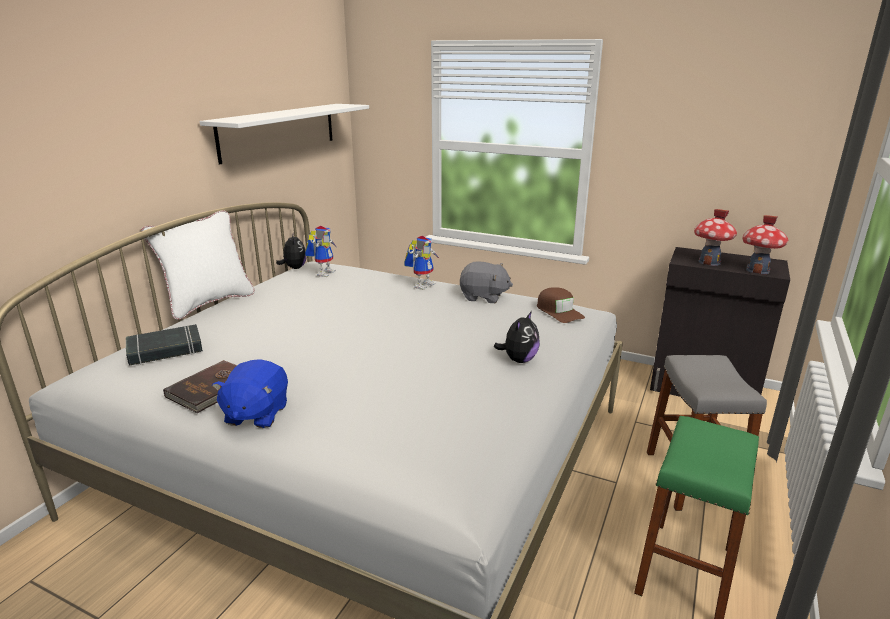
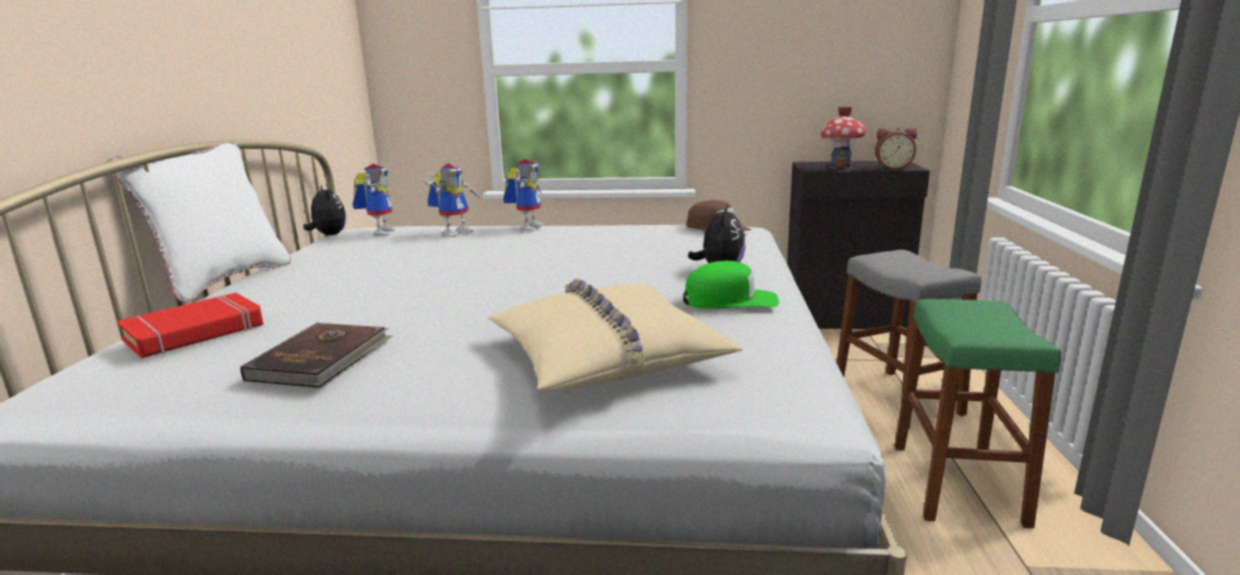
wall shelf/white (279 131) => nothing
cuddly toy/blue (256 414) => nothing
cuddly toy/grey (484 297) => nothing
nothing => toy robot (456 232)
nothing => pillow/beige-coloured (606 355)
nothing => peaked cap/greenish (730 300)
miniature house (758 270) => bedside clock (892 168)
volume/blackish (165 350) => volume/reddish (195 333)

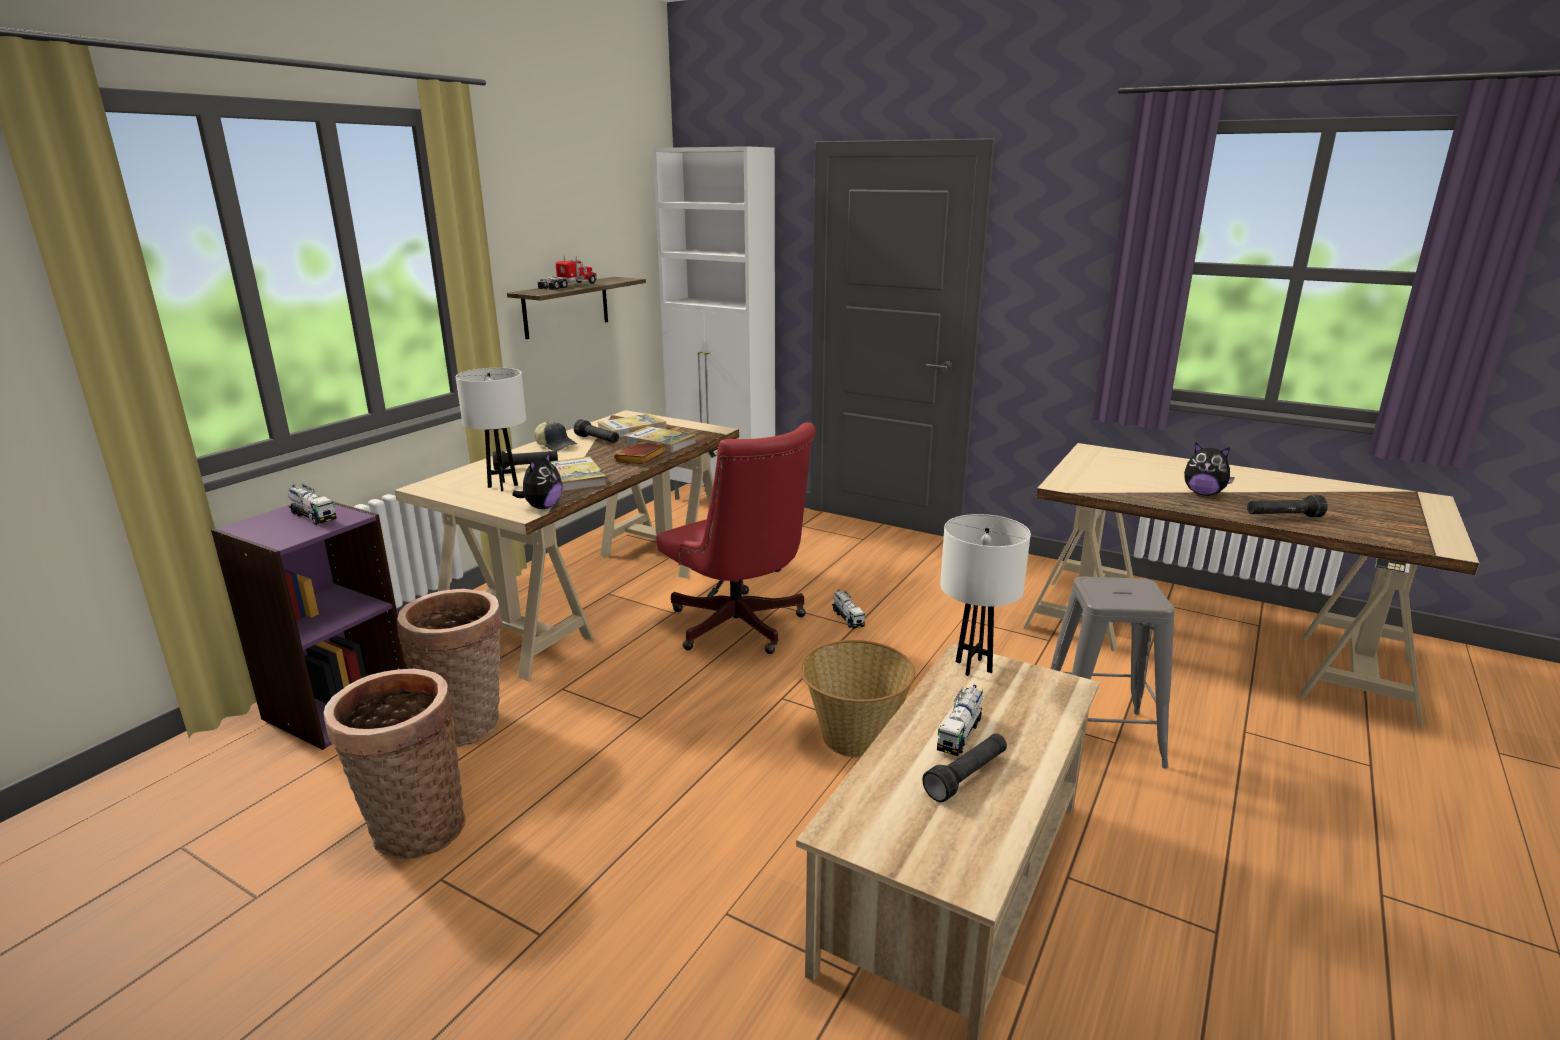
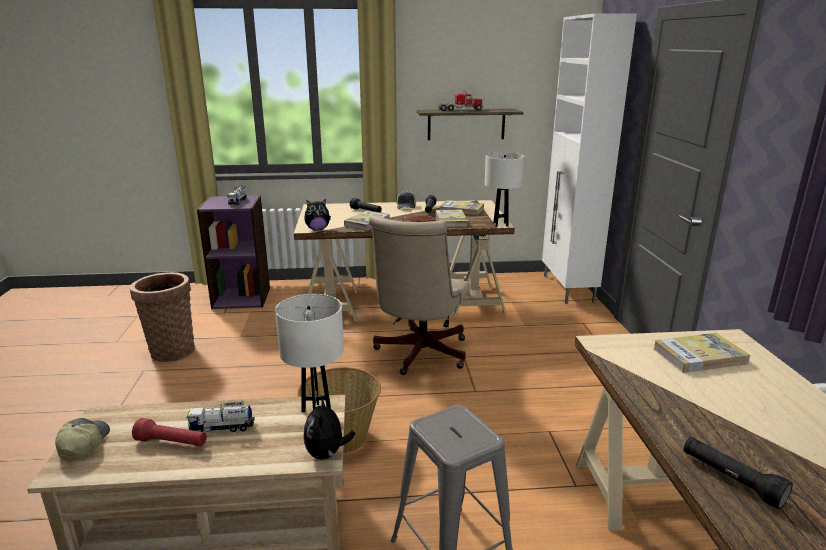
basket (466 723) => nothing
toy truck (847 618) => nothing
nothing => peaked cap (83 443)
nothing => volume (699 356)
table lamp/white (503 486) => table lamp/white (501 224), moved
cuddly toy (1203 493) => cuddly toy (327 454), moved
computer chair/reddish (740 628) => computer chair/beige-coloured (419 355)
flashlight/blackish (966 776) => flashlight/reddish (172 443)

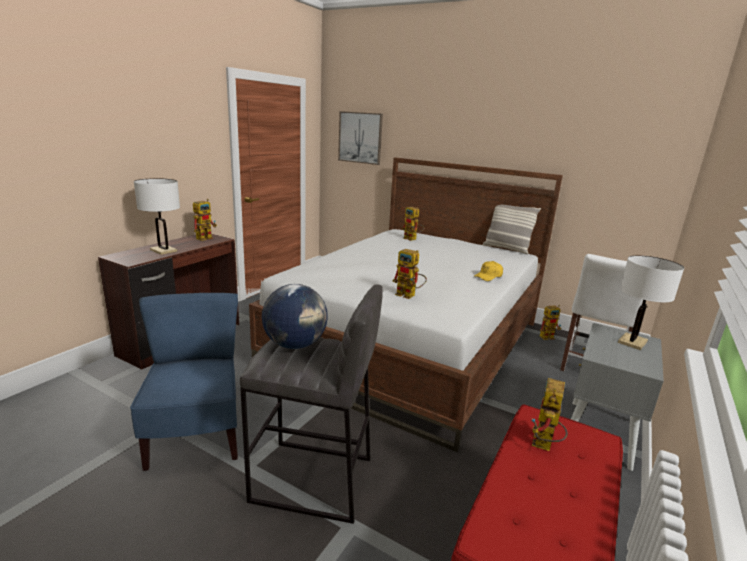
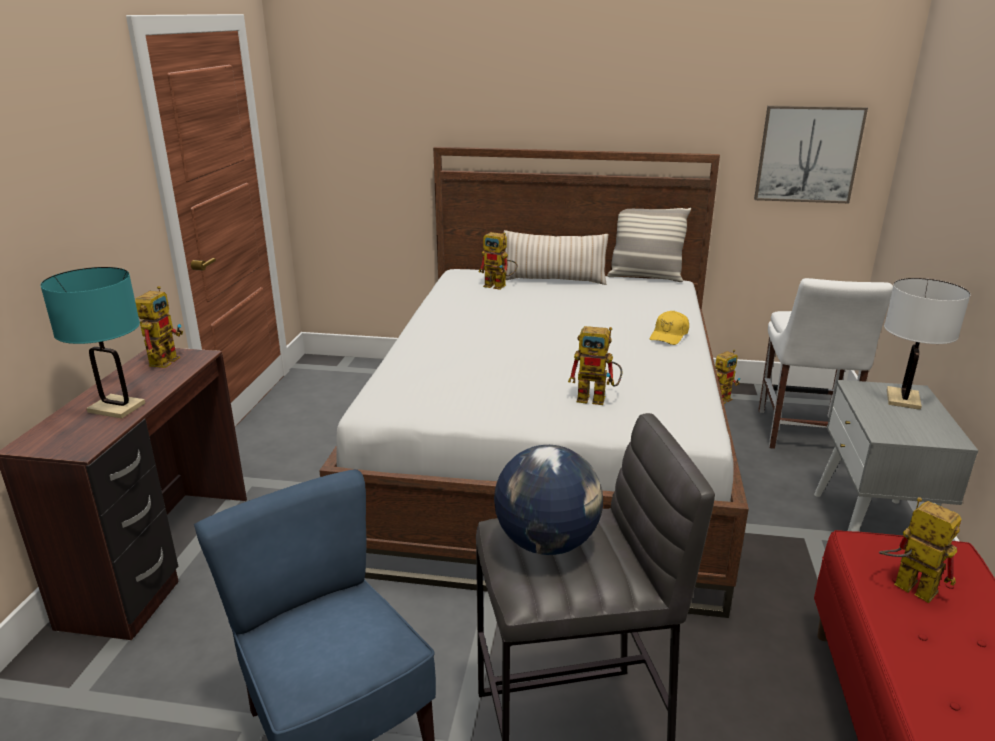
nothing => pillow/beige-coloured (553 280)
wall art (360 137) => wall art (808 154), moved
table lamp/white (163 250) => table lamp/turquoise-coloured (116 408)
toy robot (544 446) => toy robot (905 586), 135 degrees clockwise

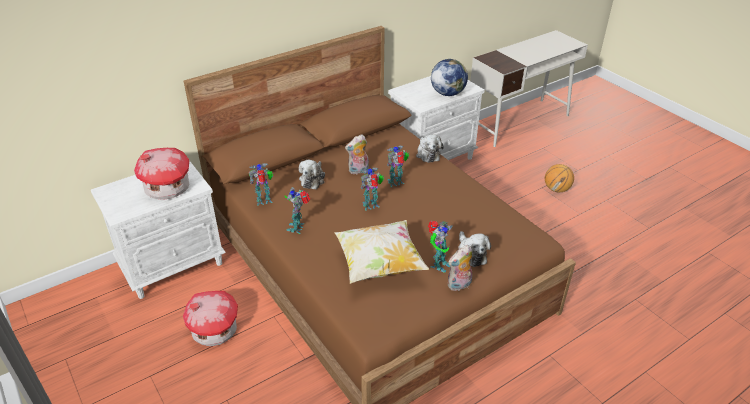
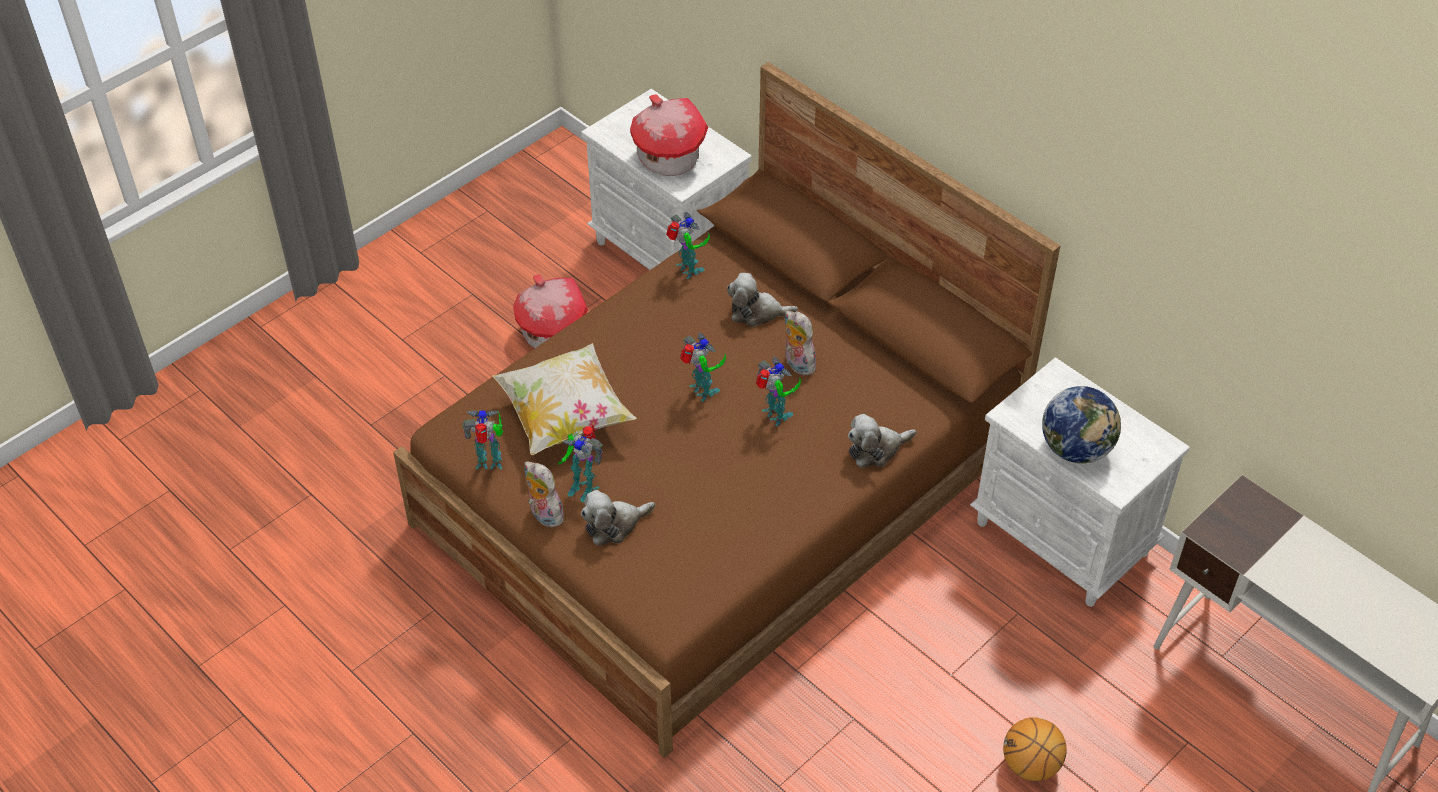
toy robot (298 227) => toy robot (490 463), moved

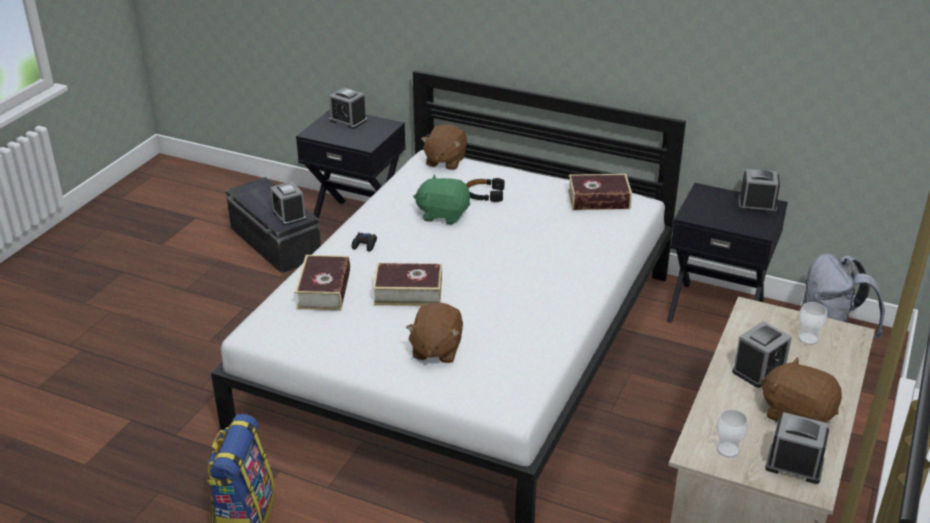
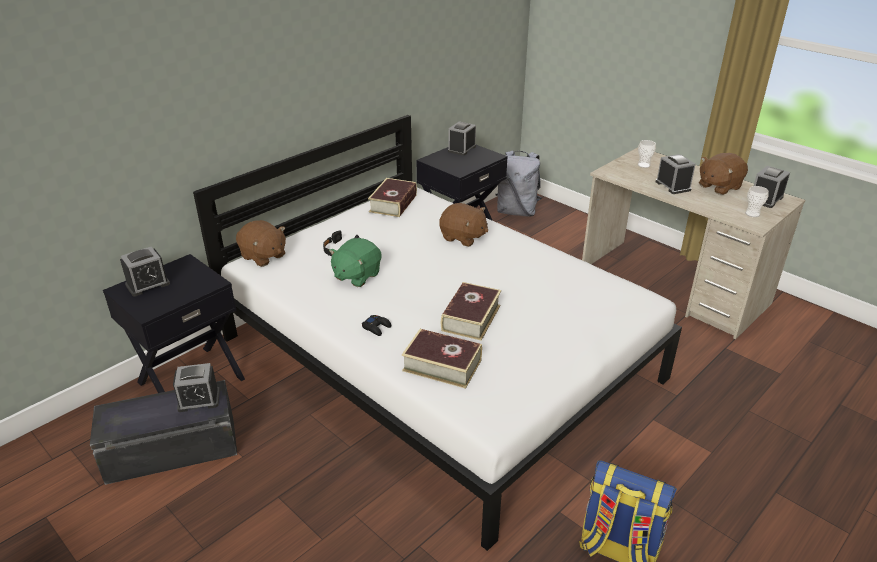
cuddly toy/brown-coloured (436 349) => cuddly toy/brown-coloured (463 237), moved

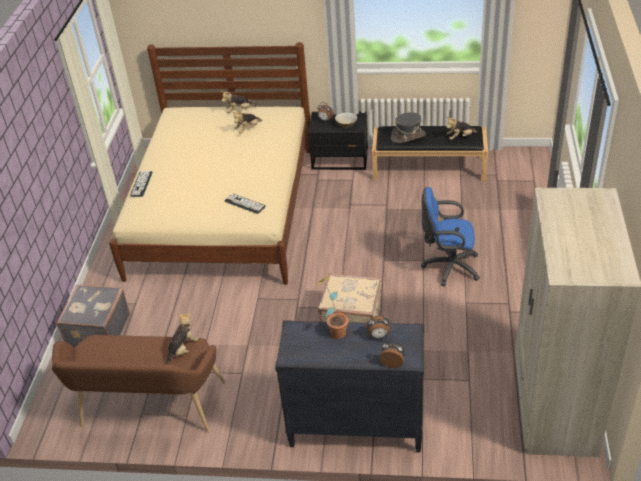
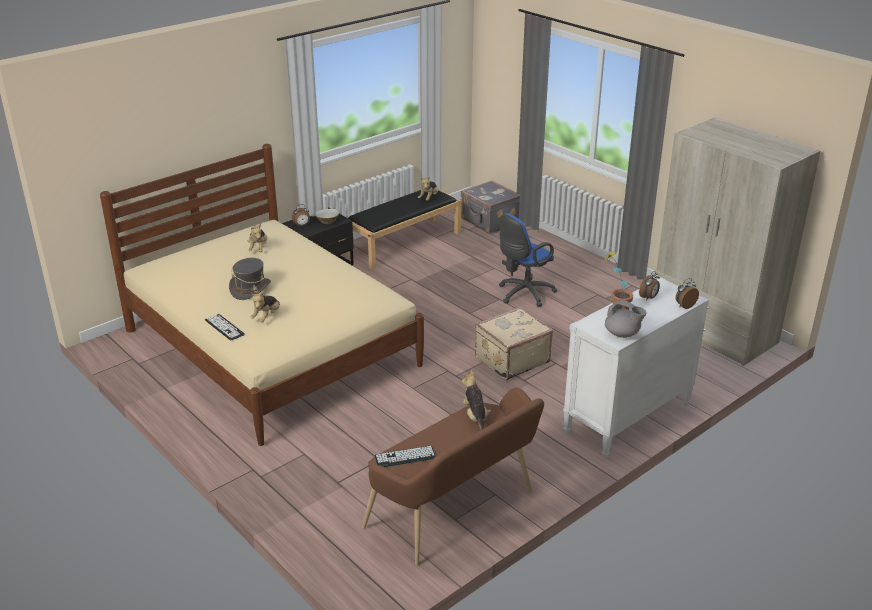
nothing => tea pot/grey (622 334)
suitcase/grey (97 331) => suitcase/grey (490 222), moved
cuddly toy (239 111) => cuddly toy (267 317), moved
computer keyboard (245 204) => computer keyboard (405 457), moved
wearable hat/grey (408 136) => wearable hat/grey (250 289), moved
drawer chest/blackish (355 428) => drawer chest/white (627 418)

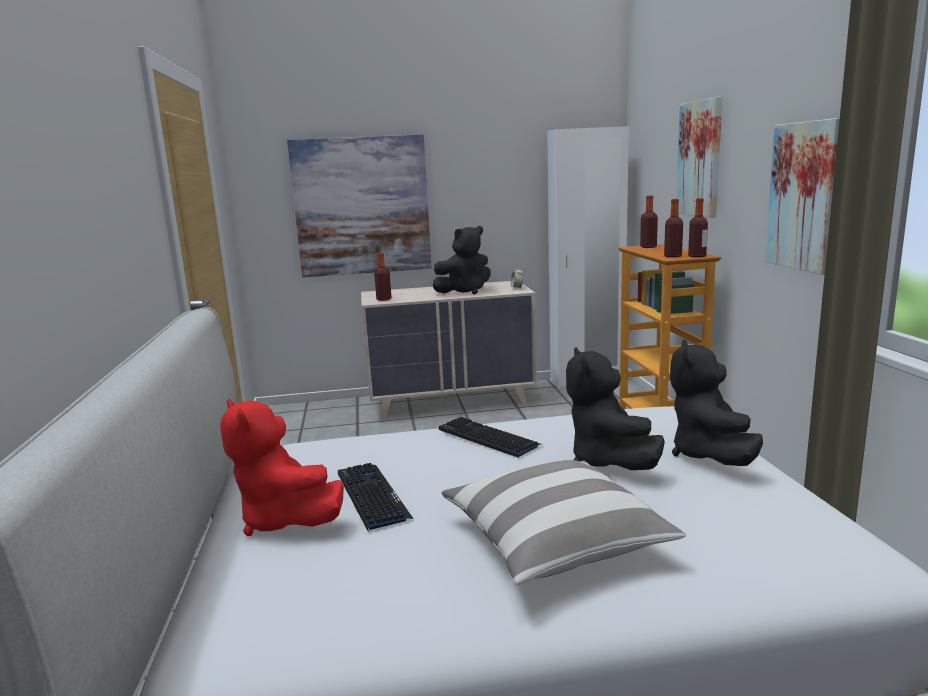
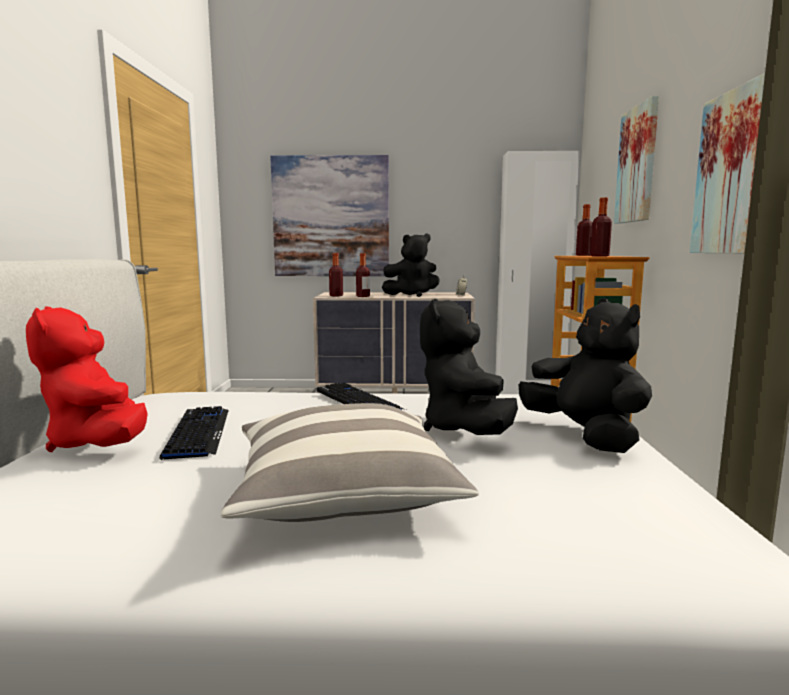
drink bottle (697 256) => drink bottle (363 296), moved
cuddly toy/blackish (710 455) => cuddly toy/blackish (585 436), 135 degrees clockwise

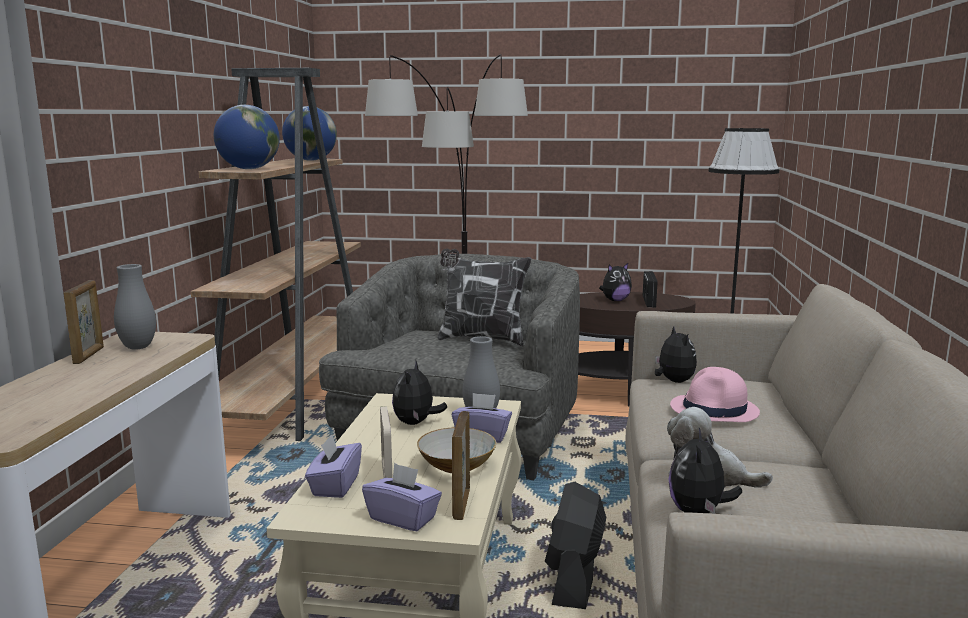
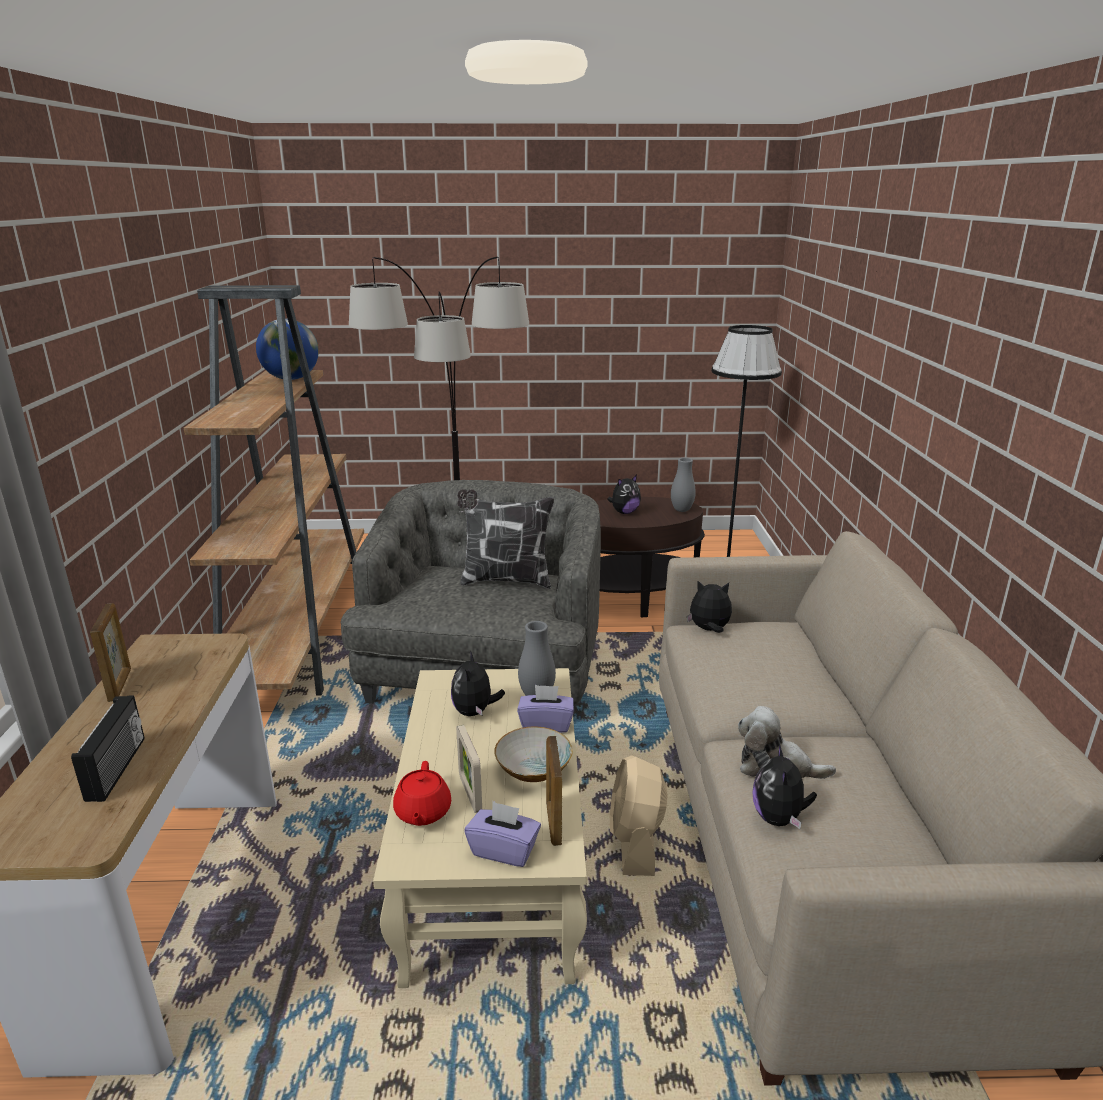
world globe (249 169) => nothing
wearable hat/pinkish (714 410) => nothing
flower vase/grey (138 347) => flower vase/grey (681 510), moved
radio (650 301) => radio (118 768), moved
tissue holder/purple-coloured (335 486) => tea pot/reddish (422 812)
electric fan/blackish (573 579) => electric fan/beige-coloured (635 841)
cuddly toy (673 381) => cuddly toy (709 630), 60 degrees counterclockwise

